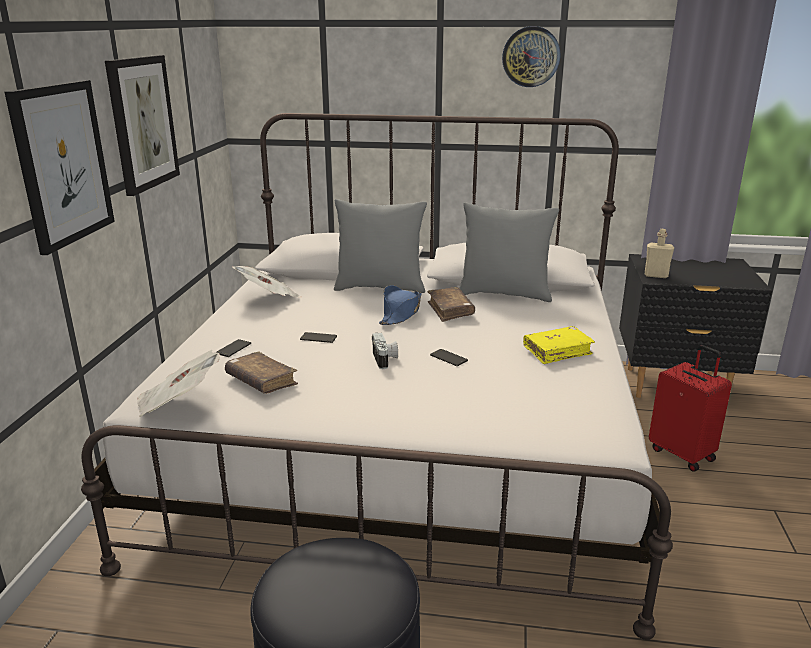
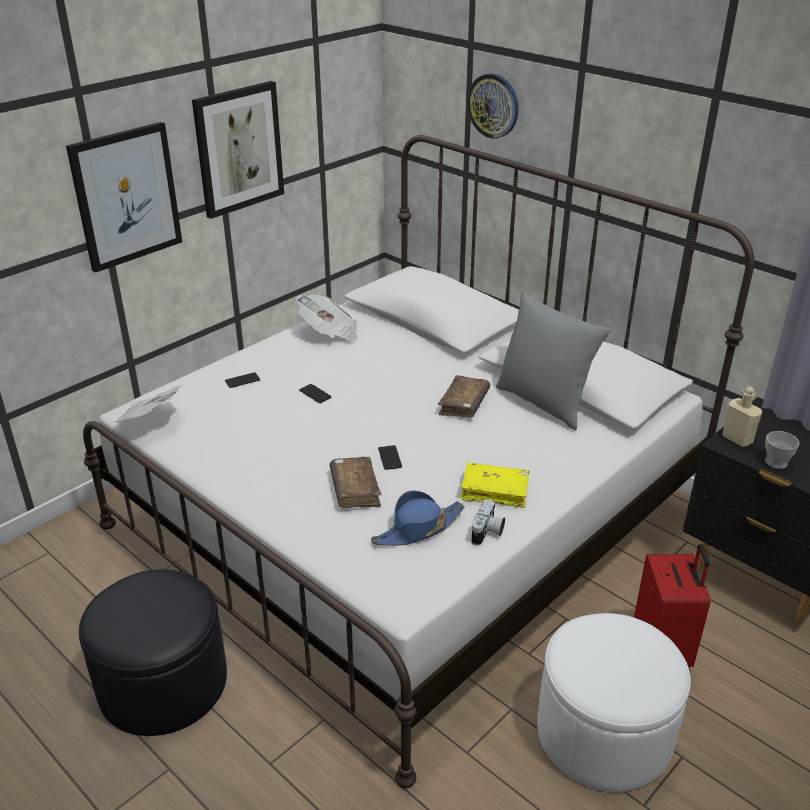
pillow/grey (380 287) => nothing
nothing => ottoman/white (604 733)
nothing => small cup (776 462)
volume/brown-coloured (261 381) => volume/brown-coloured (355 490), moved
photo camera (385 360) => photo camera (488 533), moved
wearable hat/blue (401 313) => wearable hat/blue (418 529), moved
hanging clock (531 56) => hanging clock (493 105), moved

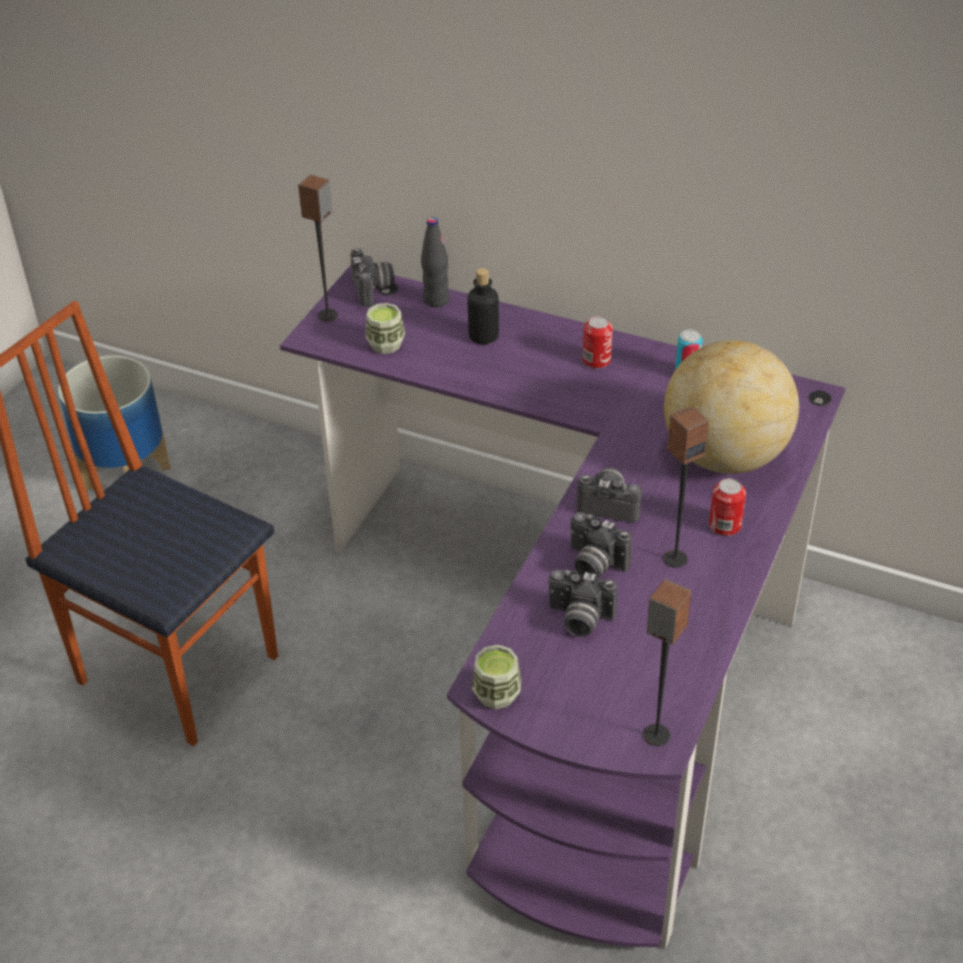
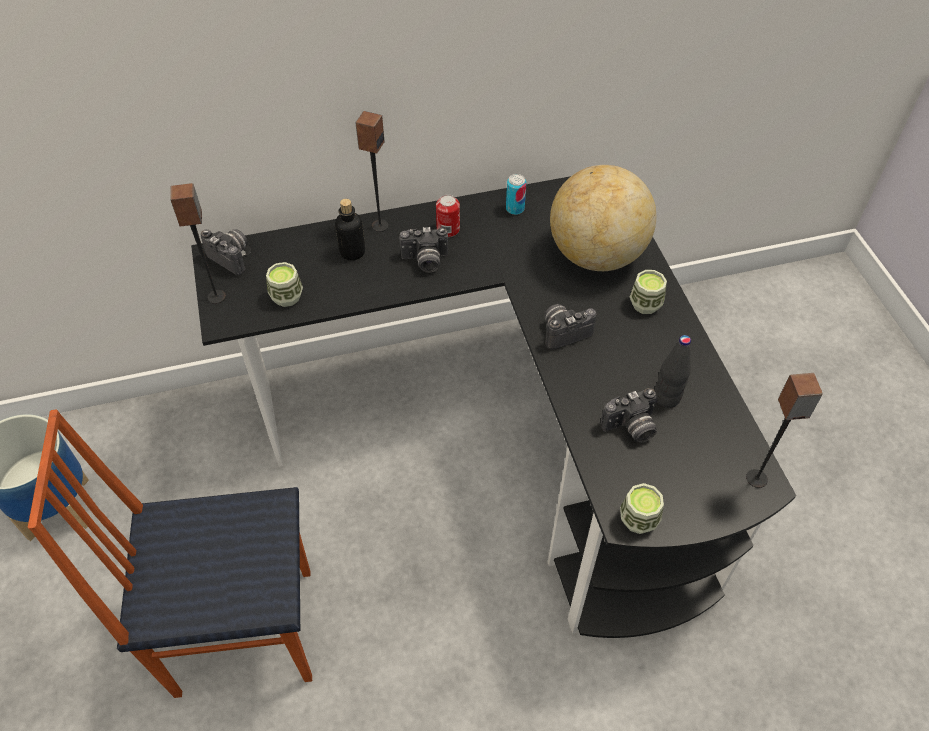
drink bottle/blackish (436 300) => drink bottle/blackish (666 398), moved
photo camera (593 564) => photo camera (425 261), moved
audio speaker (675 558) => audio speaker (379 225), moved
metal can (725 525) => small cup (645 304)
desk table/purple-coloured (581 658) => desk table/blackish (507 439)

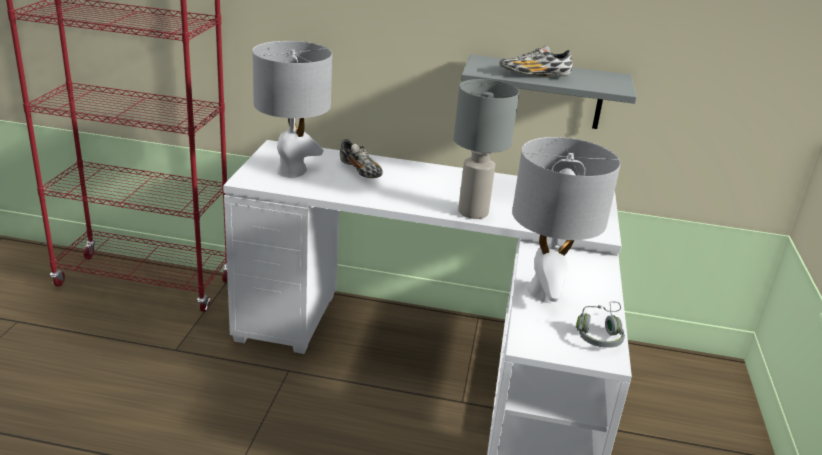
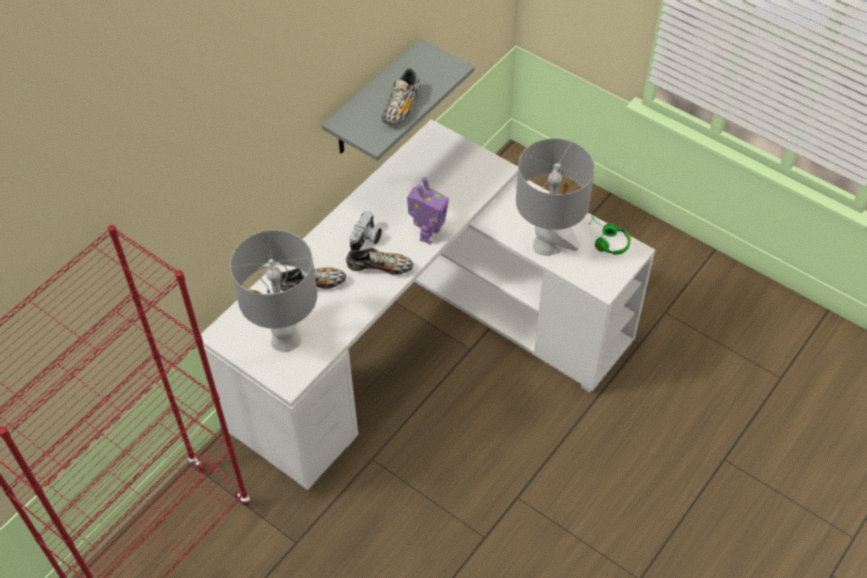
nothing => shoe (379 268)
nothing => photo camera (366 240)
table lamp/grey (473 212) => toy robot (428 234)
headphones/grey (600 333) => headphones/greenish (607 240)

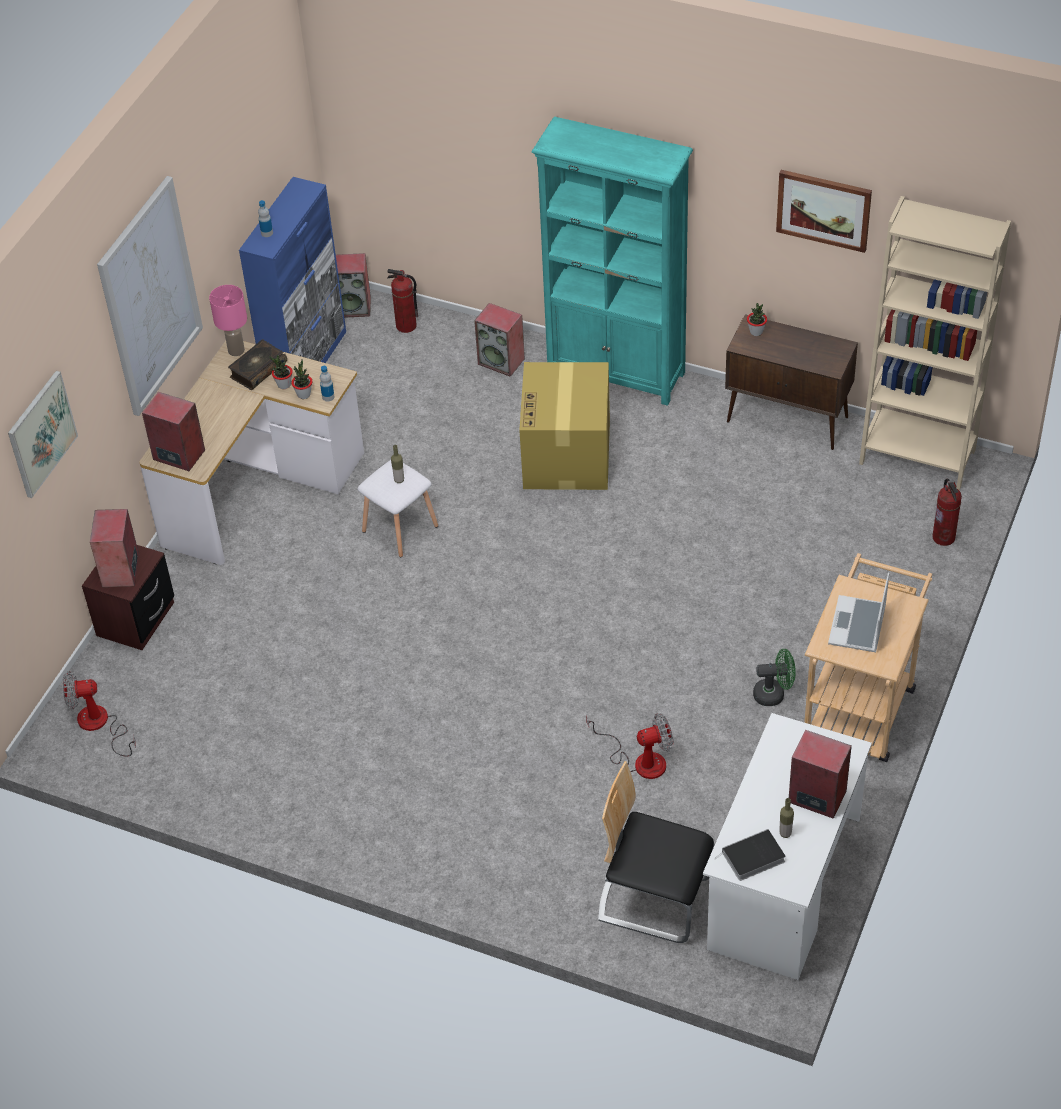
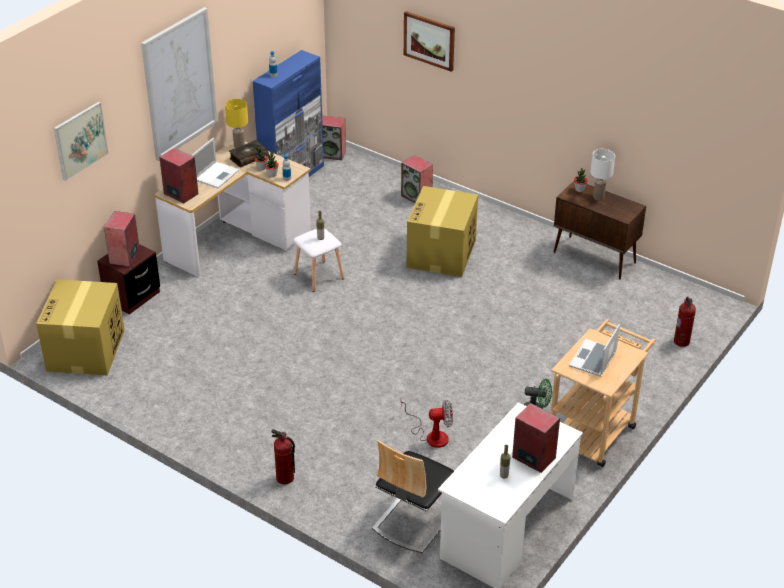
bookshelf/turquoise-coloured (617 373) => nothing
volume (752 858) => nothing
bookshelf/beige-coloured (917 456) => nothing
nothing => portable computer (217 174)
nothing => table lamp/white (598 197)
extinguisher (406 326) => extinguisher (284 478), moved
wall art (824 209) => wall art (429 40), moved
electric fan (100 725) => carton (86 351)
table lamp/pinkish (236 350) => table lamp/yellow-coloured (239 145)
chair (654 898) => chair (413 519), 90 degrees counterclockwise

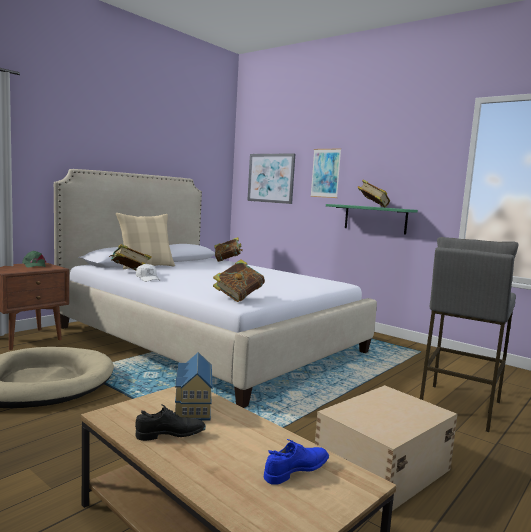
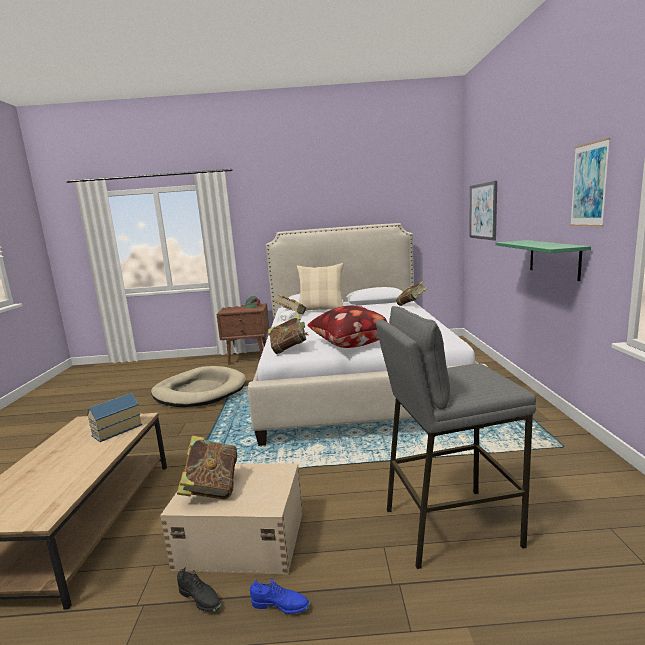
nothing => pillow (349 346)
shoe/blackish (170 435) => shoe/blackish (200 599), moved
shoe/blue (296 471) => shoe/blue (280 605), moved
wall art (325 173) => wall art (589 185), moved
volume (372 206) => volume (211 489), moved

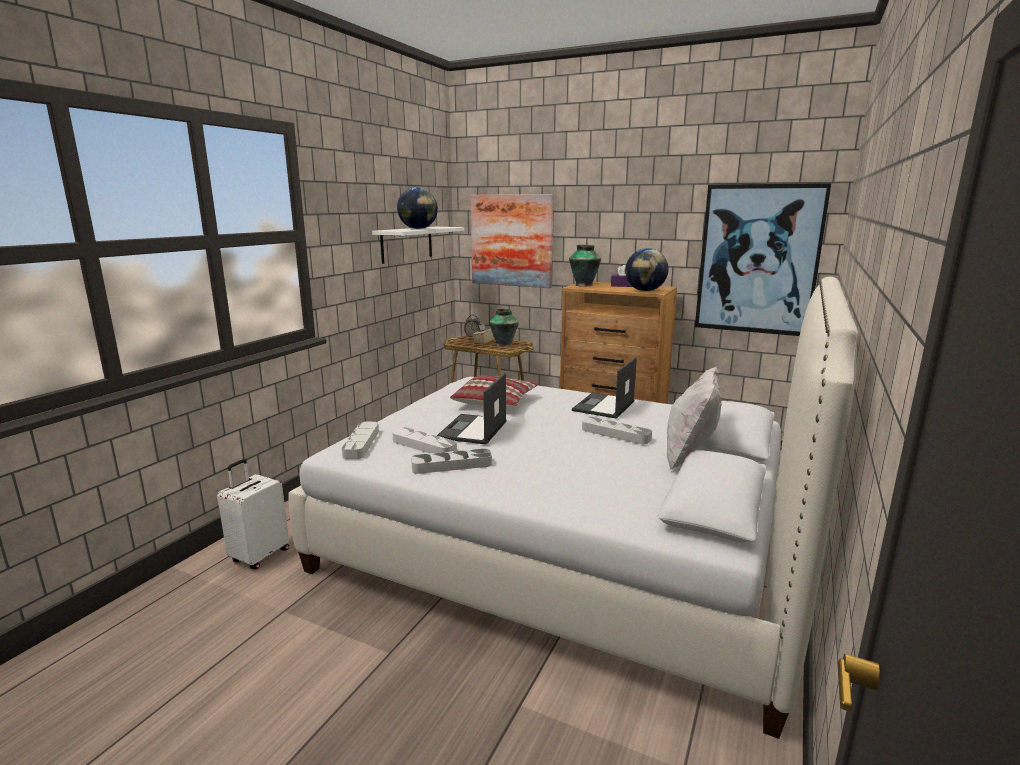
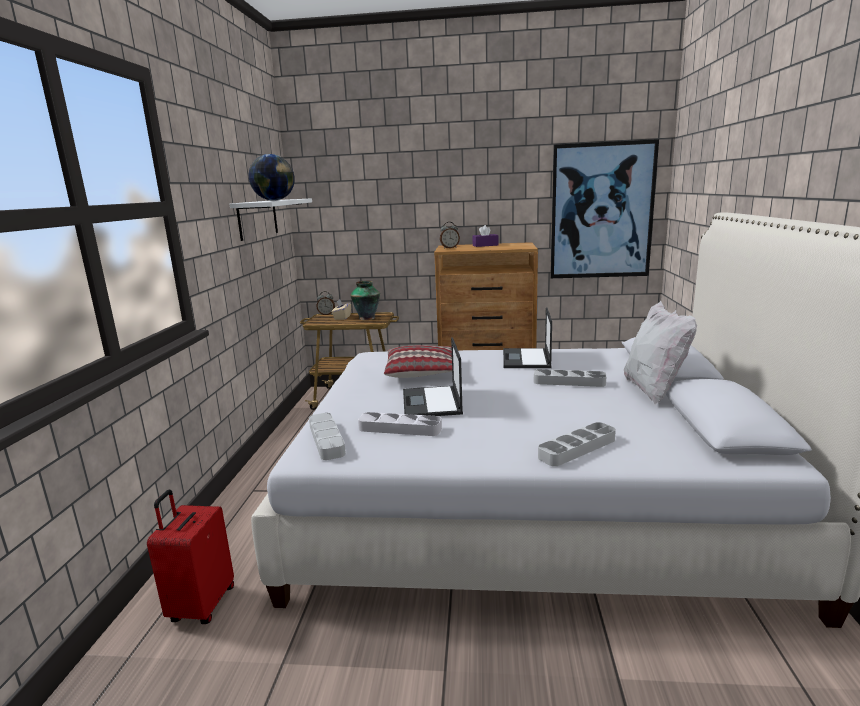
wall art (511 240) => nothing
world globe (645 291) => nothing
serving tray/grey (452 465) => serving tray/grey (577 448), moved
flower vase (584 285) => bedside clock (449 248)
suitcase/white (259 556) => suitcase/reddish (201 605)

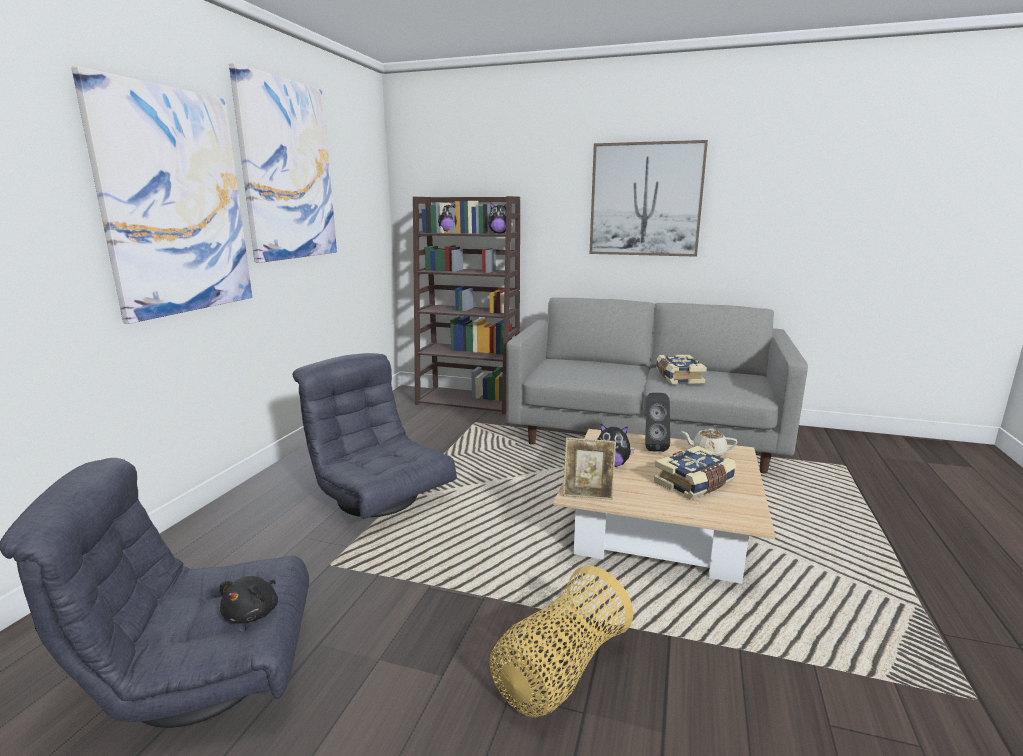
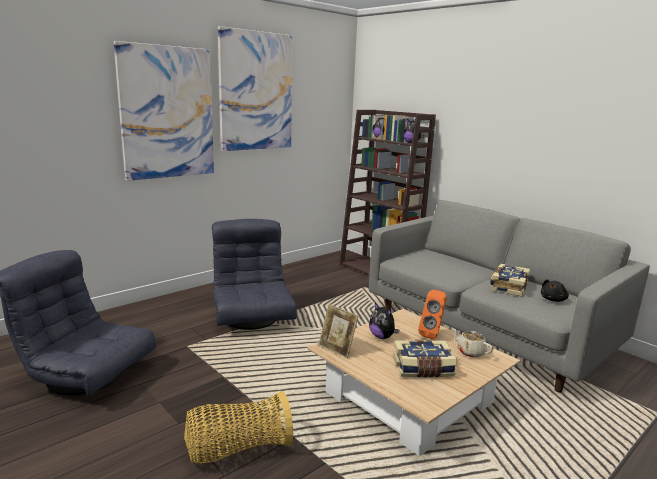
wall art (645 200) => nothing
cuddly toy/blackish (253 613) => cuddly toy/blackish (553 300), moved
audio speaker/blackish (653 447) => audio speaker/orange-coloured (432 334)

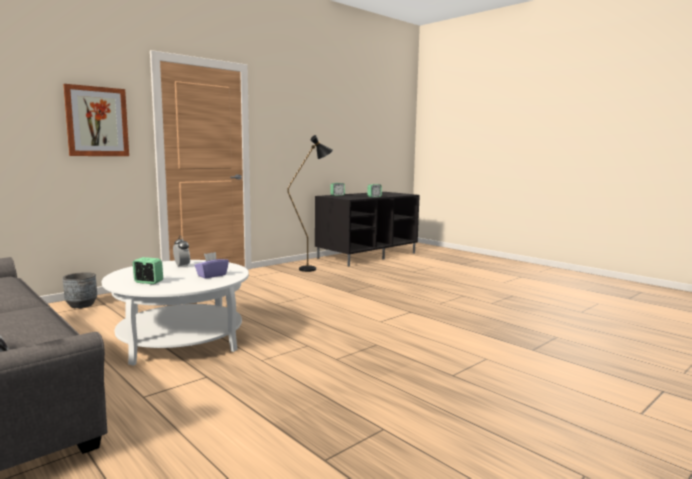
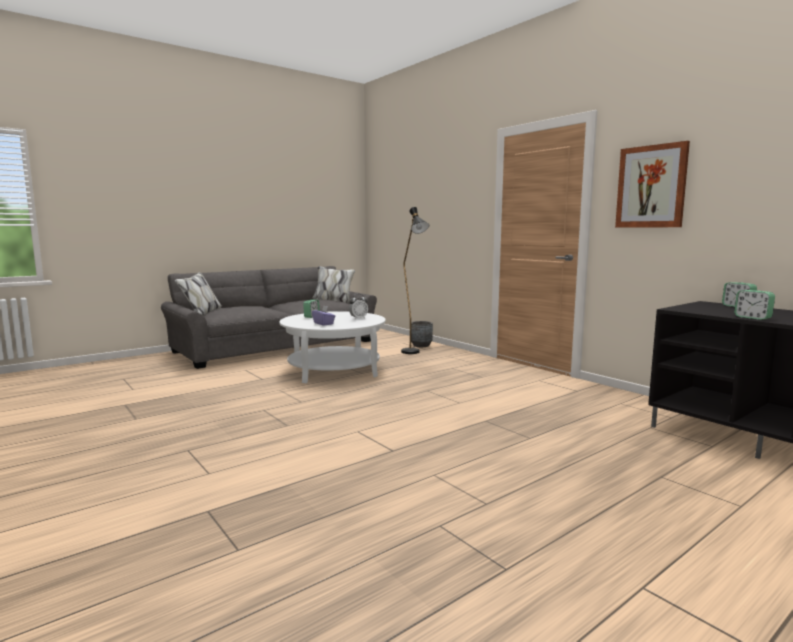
wall art (97 121) => wall art (651 187), moved
standing lamp/blackish (313 269) => standing lamp/blackish (413 353), moved

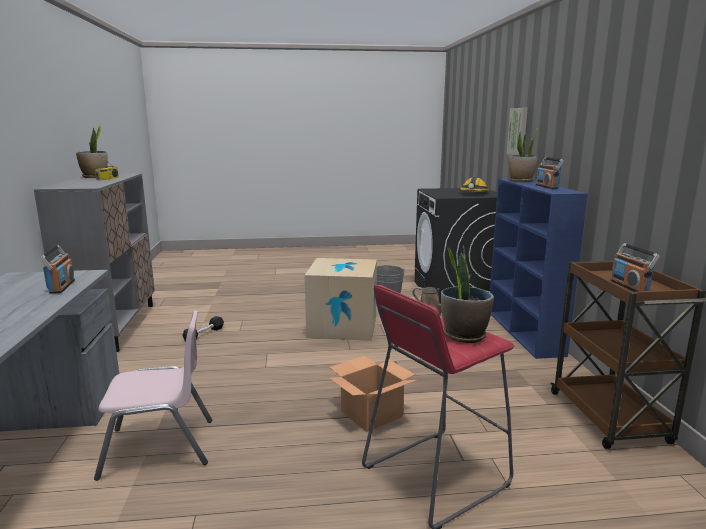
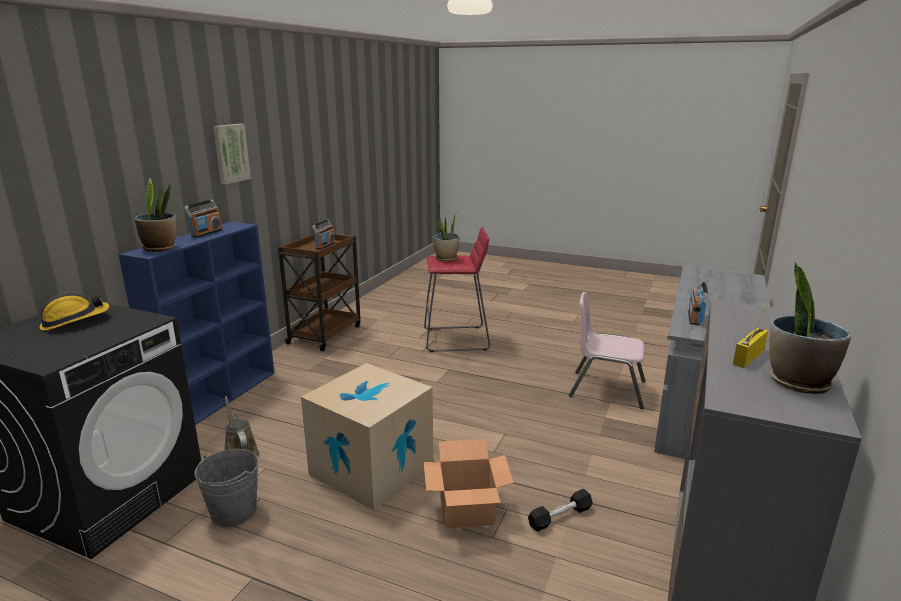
carton (371 414) => carton (467 510), moved
wall art (518 131) => wall art (230 153), moved

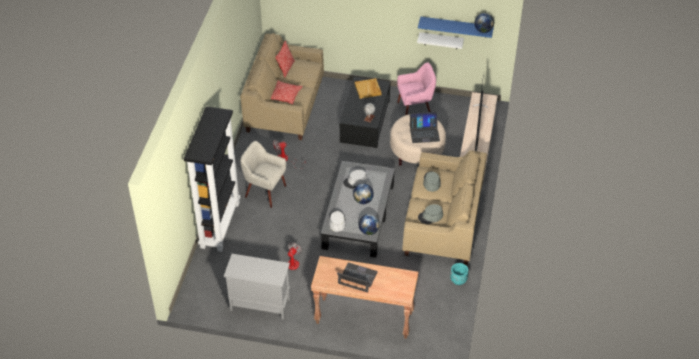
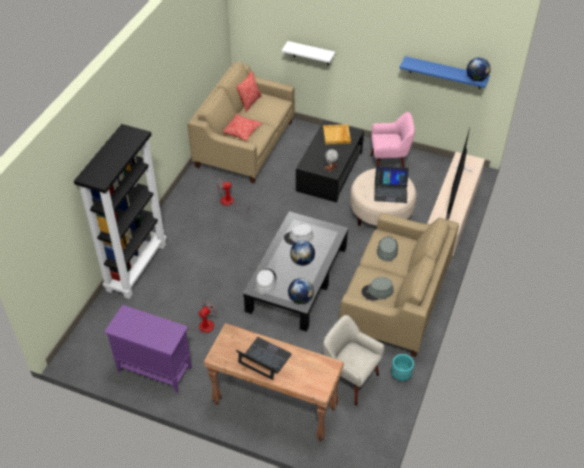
armchair/beige-coloured (264 191) => armchair/beige-coloured (349 379), moved
wall shelf/white (441 40) => wall shelf/white (311 53), moved
storage cabinet/grey (259 304) => storage cabinet/purple-coloured (154 370)

